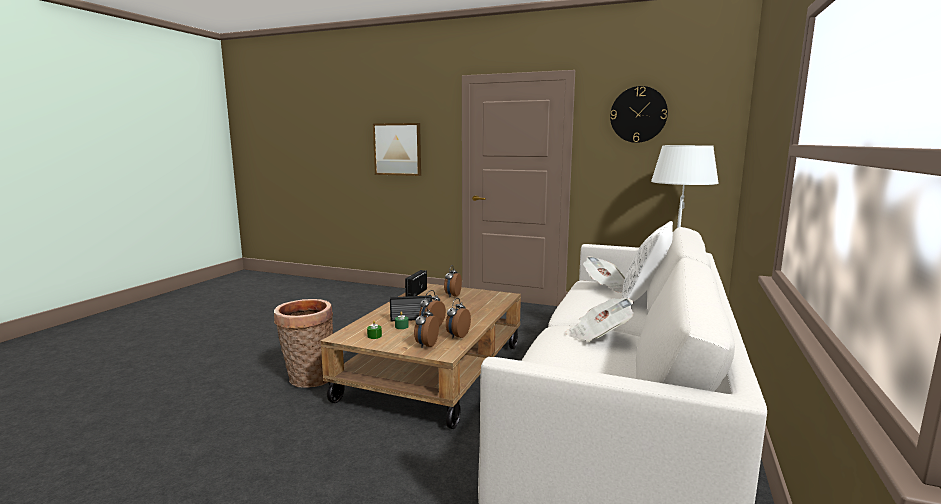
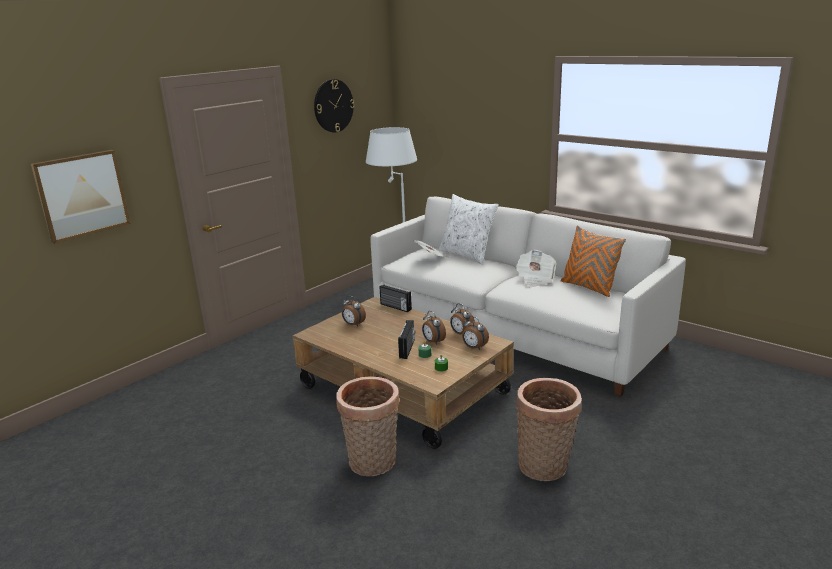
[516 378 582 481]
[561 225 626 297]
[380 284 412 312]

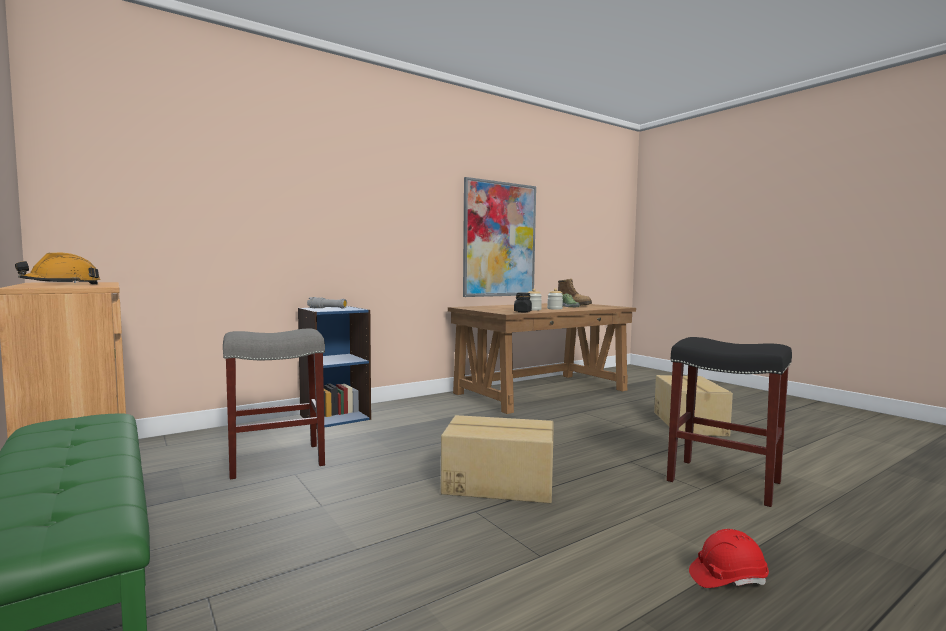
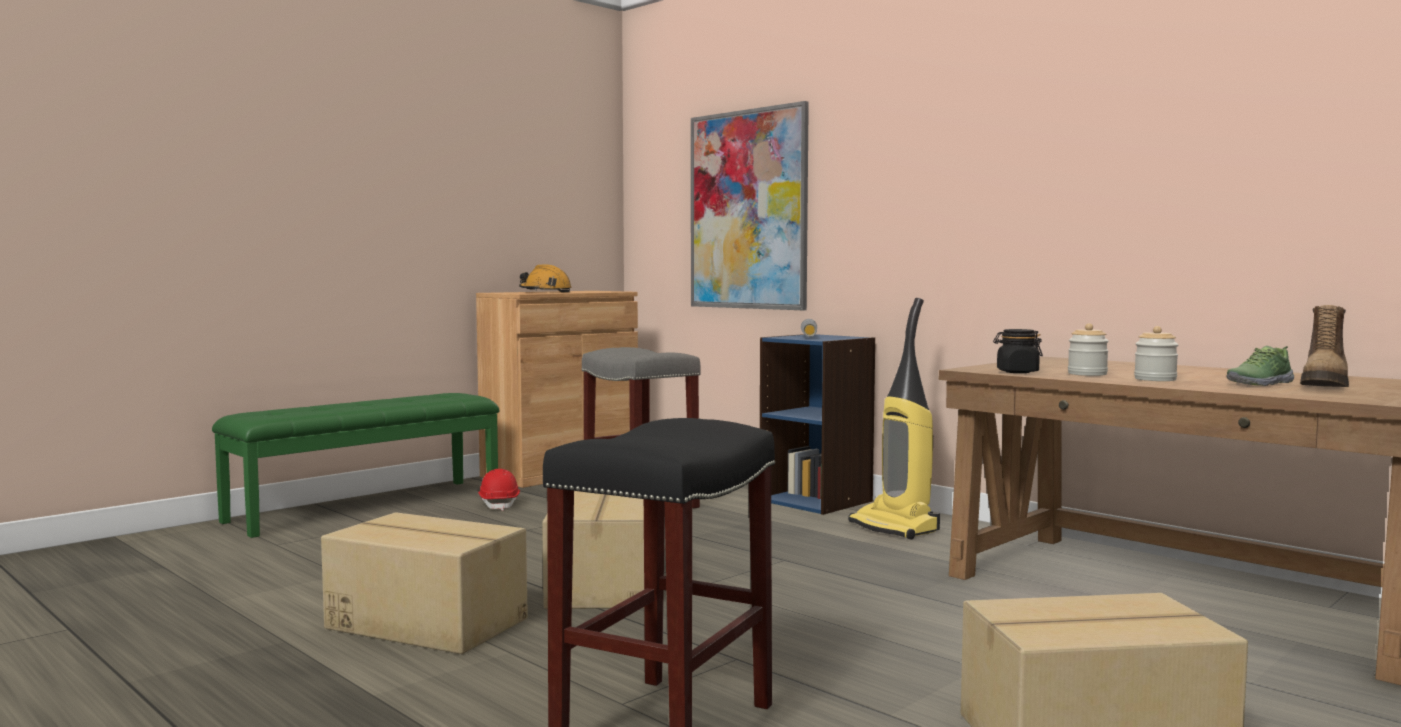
[321 512 528 654]
[848 298 940 540]
[691 101 809 310]
[478 469 520 511]

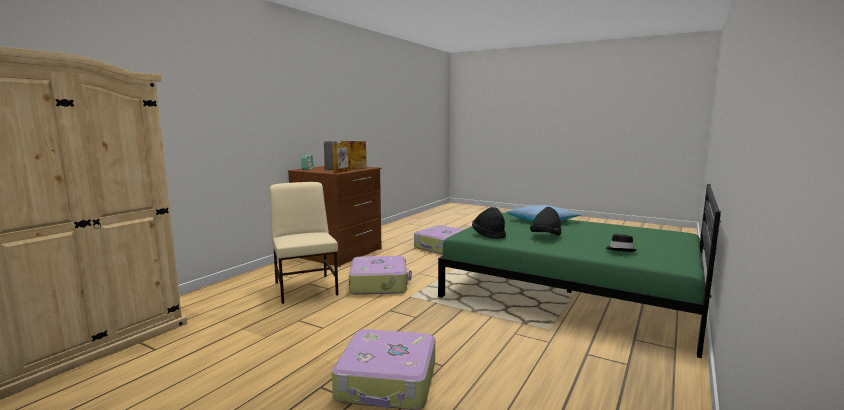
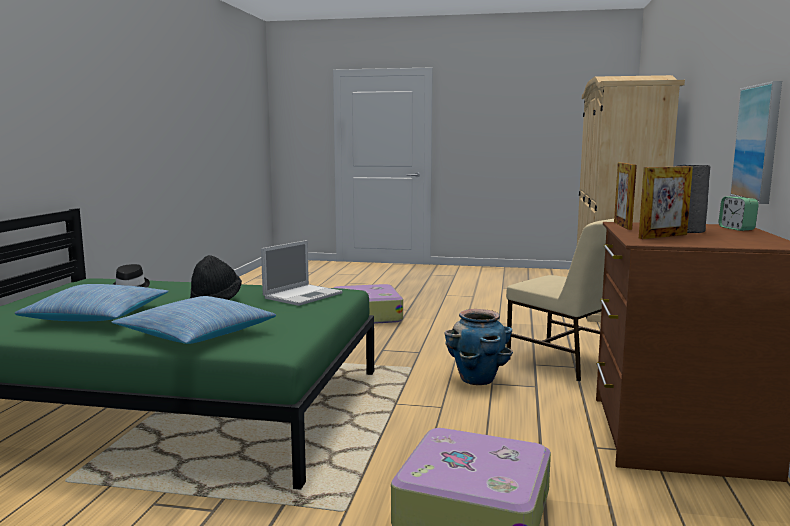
[15 284 169 321]
[730 81 782 204]
[445 309 513 385]
[261 240 343 306]

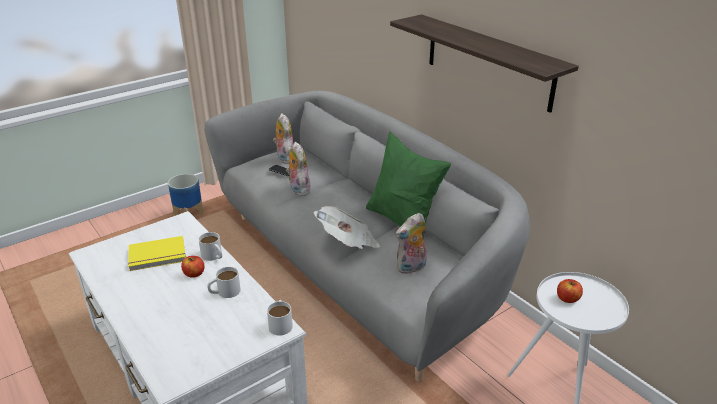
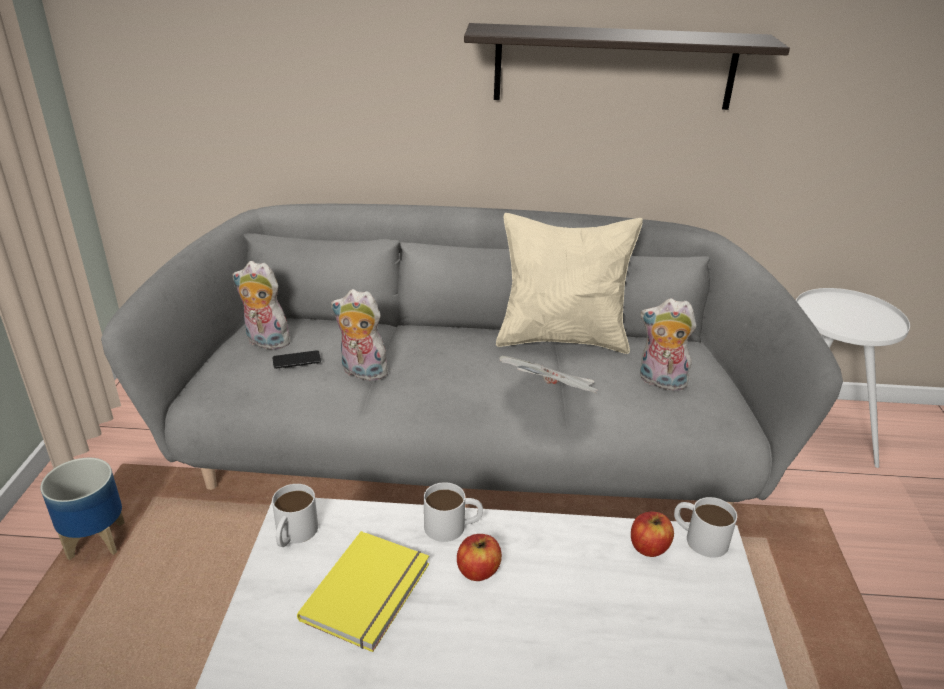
[272 484 318 547]
[631 511 674 557]
[496 213 643 354]
[640 298 696 391]

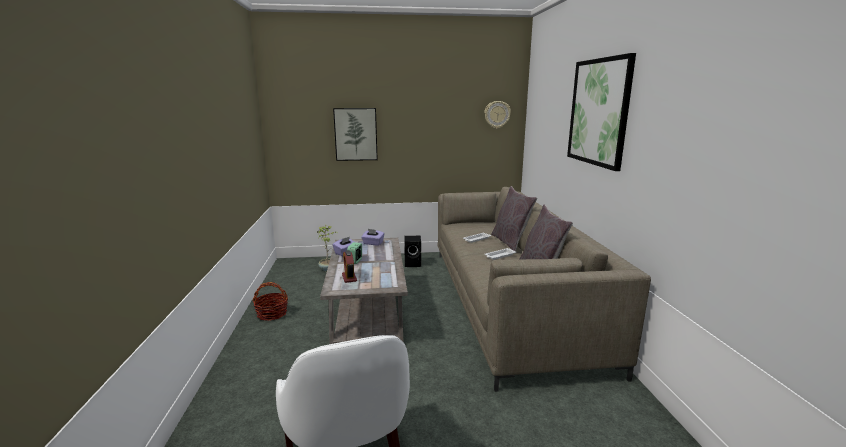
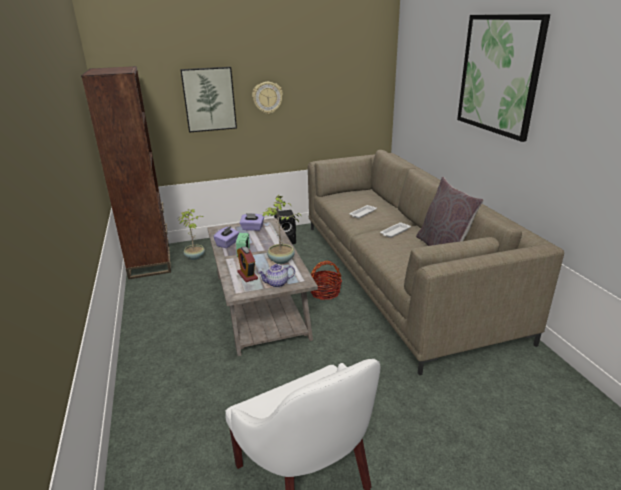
[491 186 537 251] (first image)
[81 66 171 279]
[258 264 295 288]
[263 195 301 264]
[311 261 342 300]
[252 82 283 114]

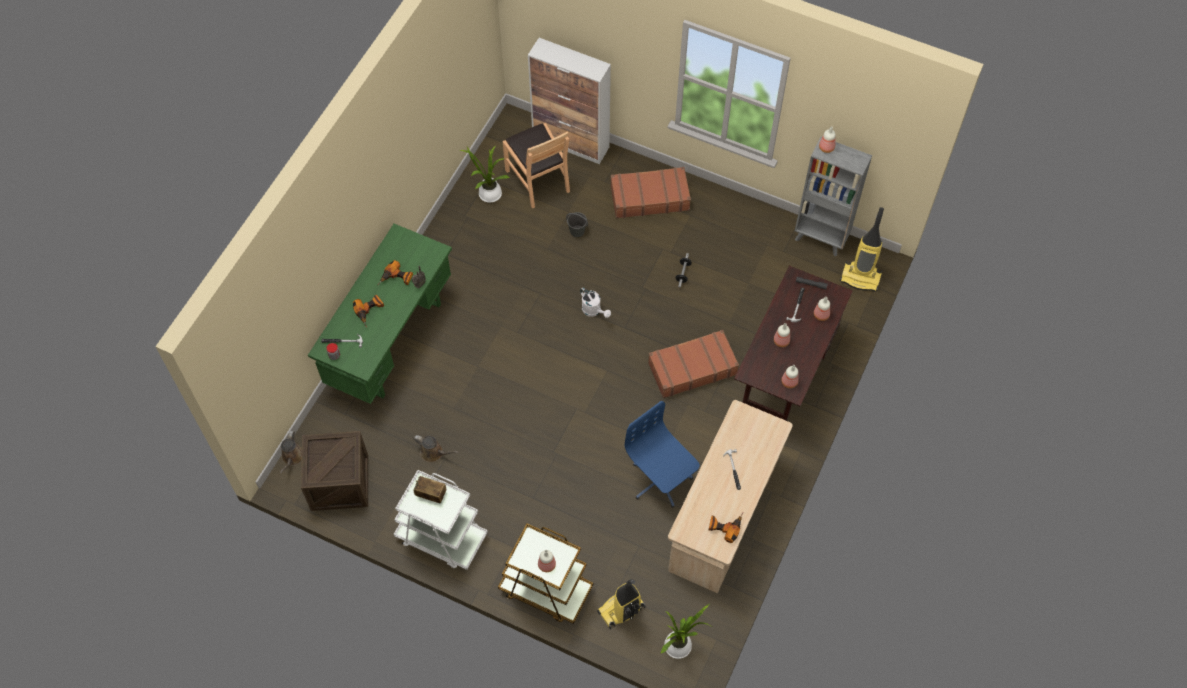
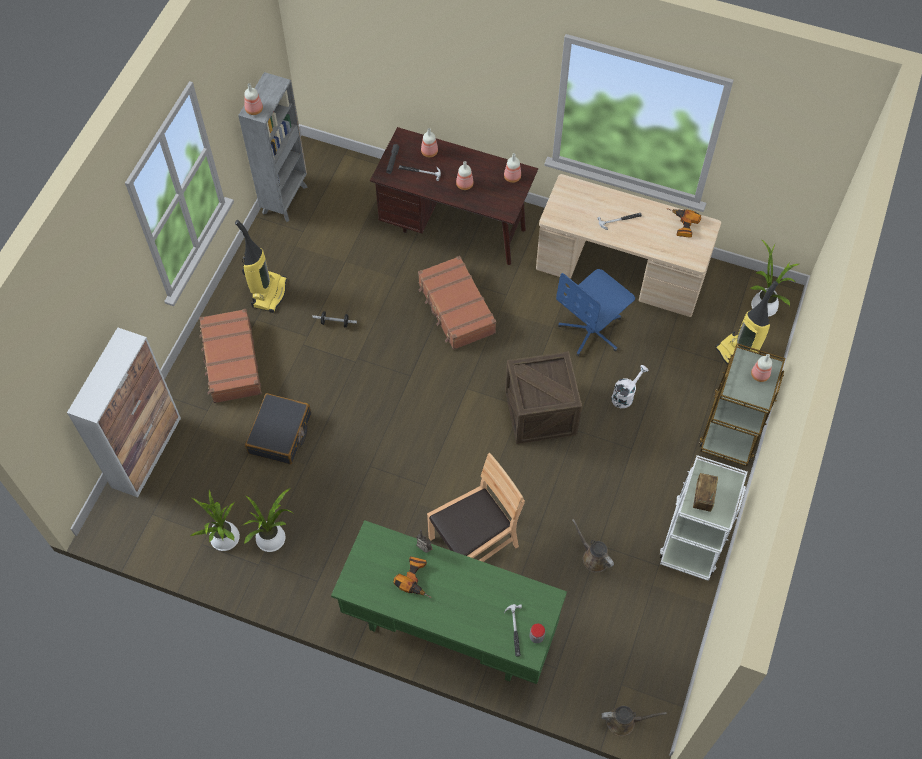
[353 294 384 327] (first image)
[242 488 295 552]
[505 351 582 444]
[427 453 525 562]
[611 365 648 408]
[235 220 287 313]
[245 393 311 464]
[572 519 614 572]

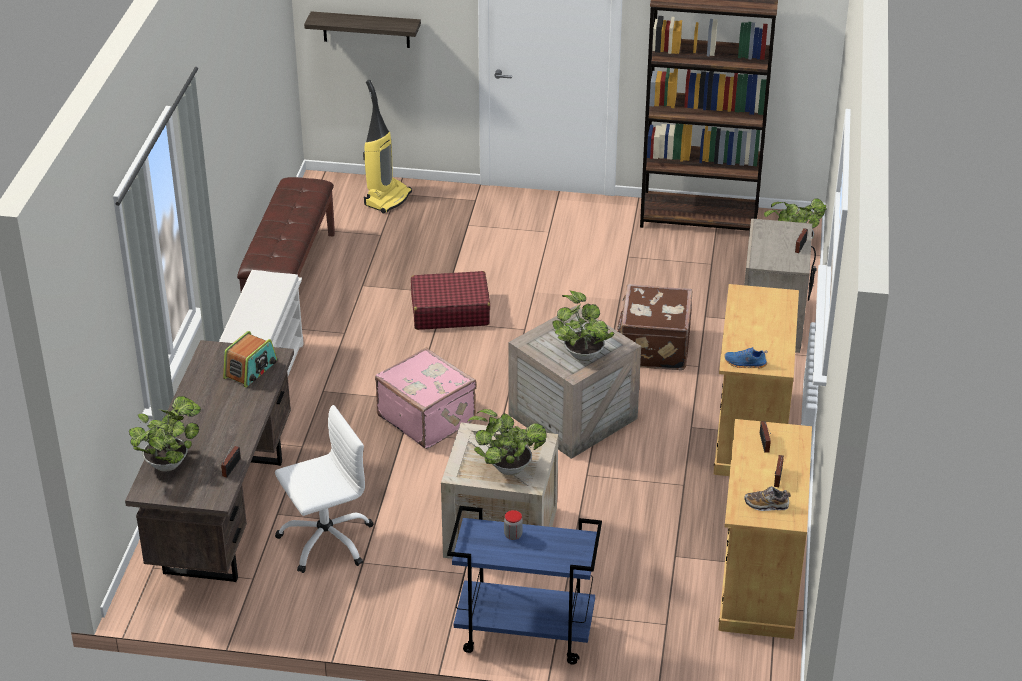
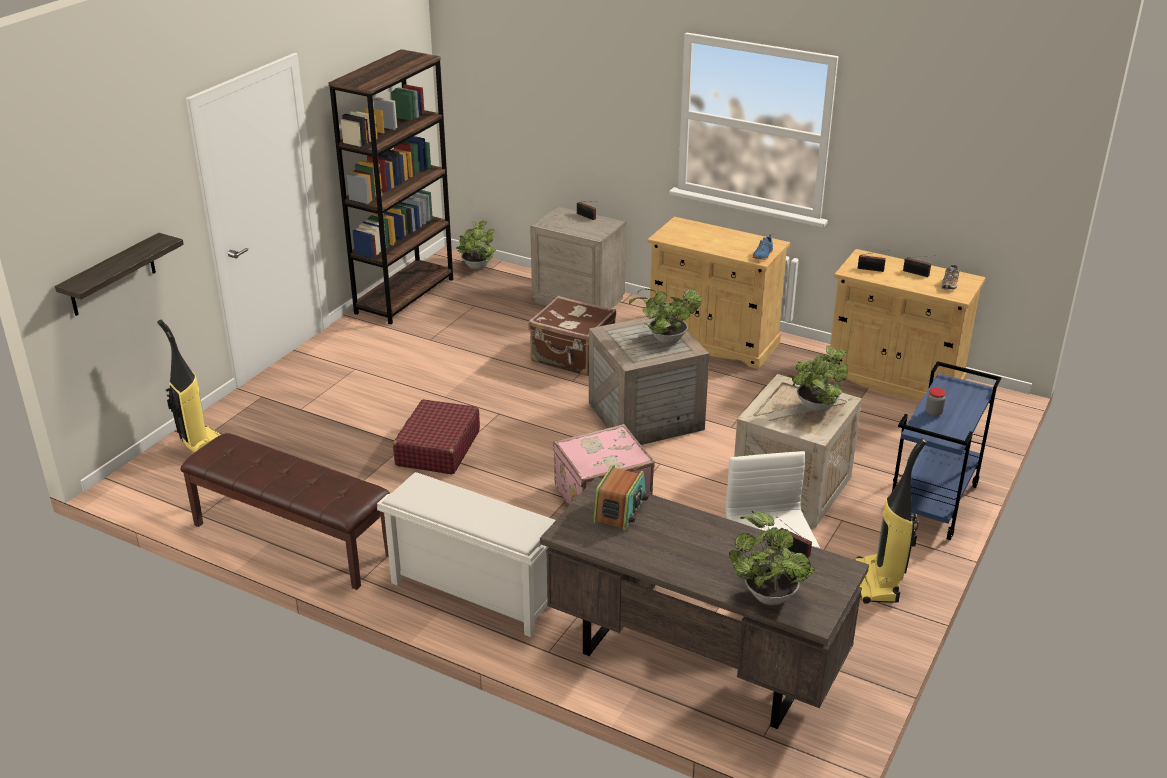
[855 438 927 604]
[593 464 649 531]

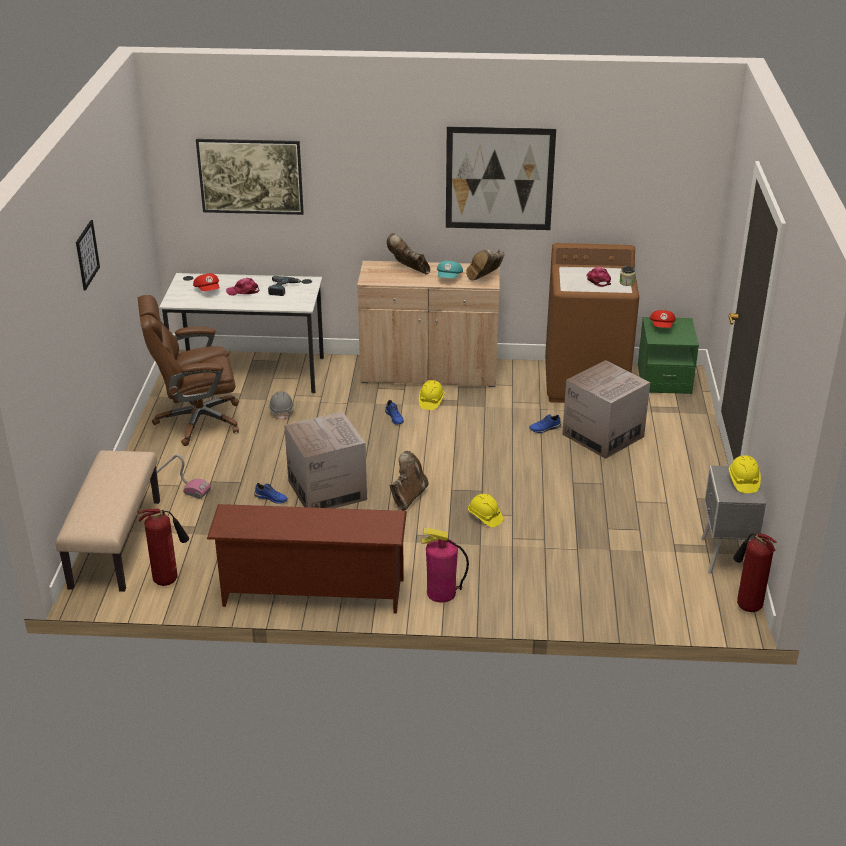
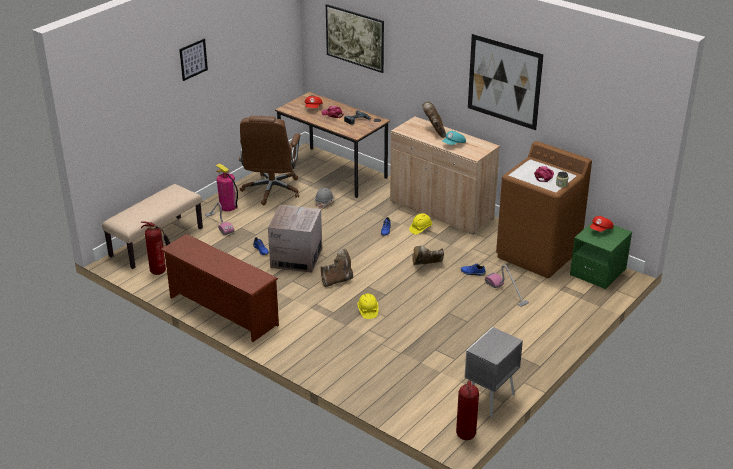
[729 455 761 493] (first image)
[215 164 238 211]
[412 246 444 265]
[485 265 529 307]
[275 92 390 198]
[239 116 301 205]

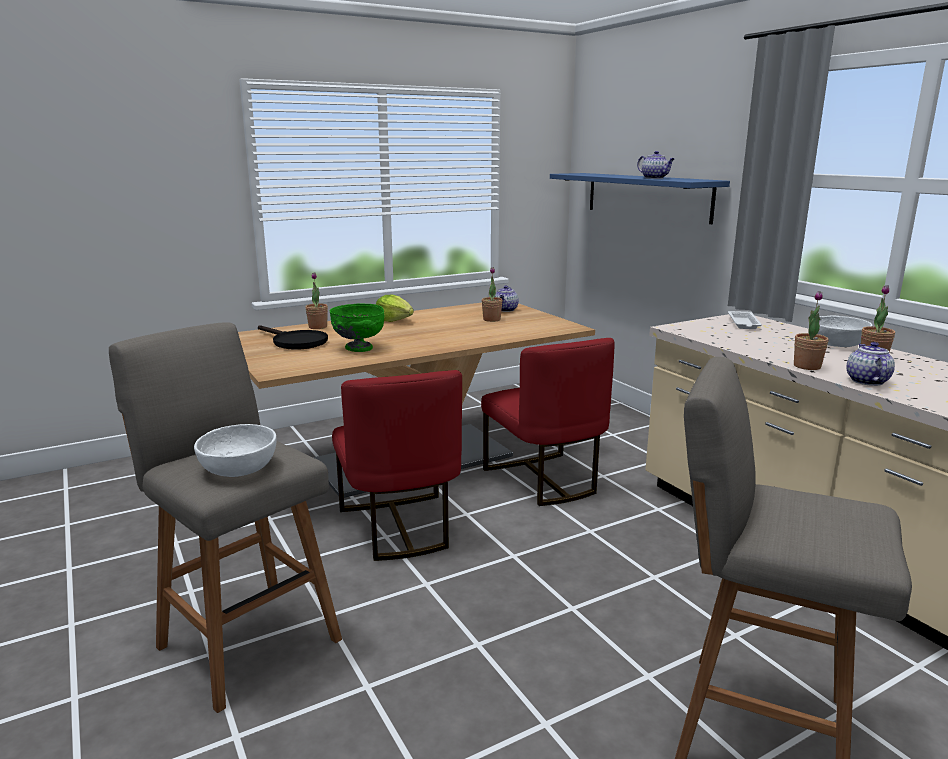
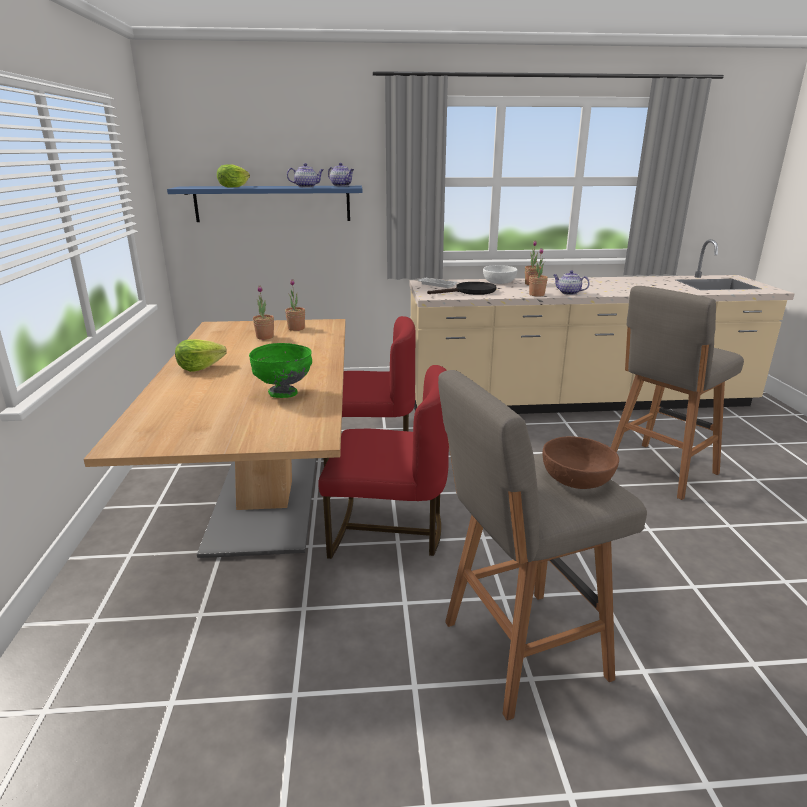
[217 164 250 188]
[427 282 496 295]
[285 279 305 331]
[328 163 354 186]
[542 436 619 489]

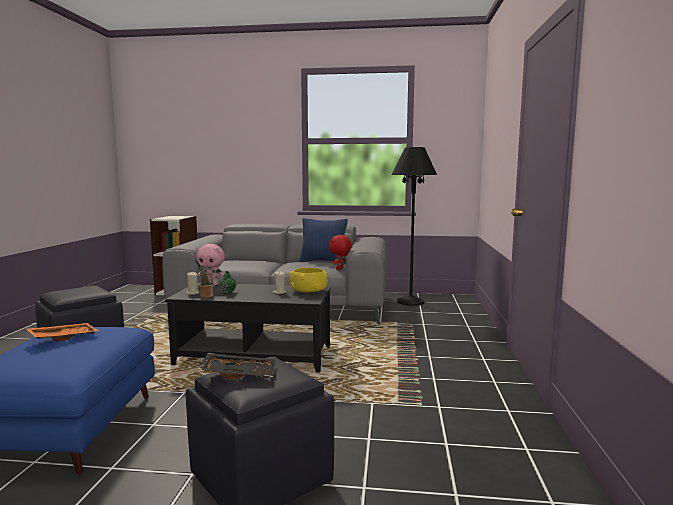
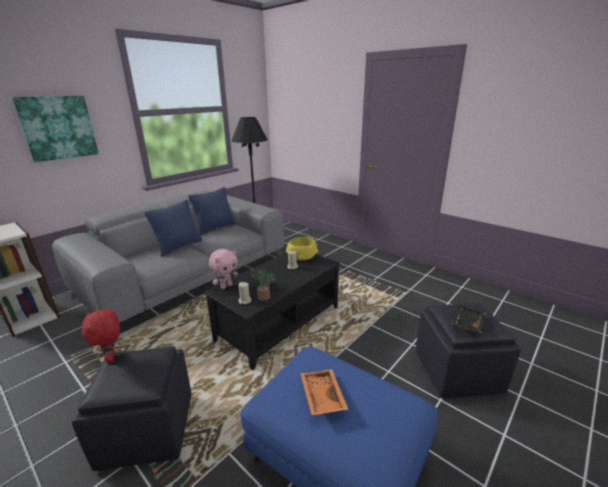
[12 96 99 162]
[145 200 202 257]
[82 310 121 364]

